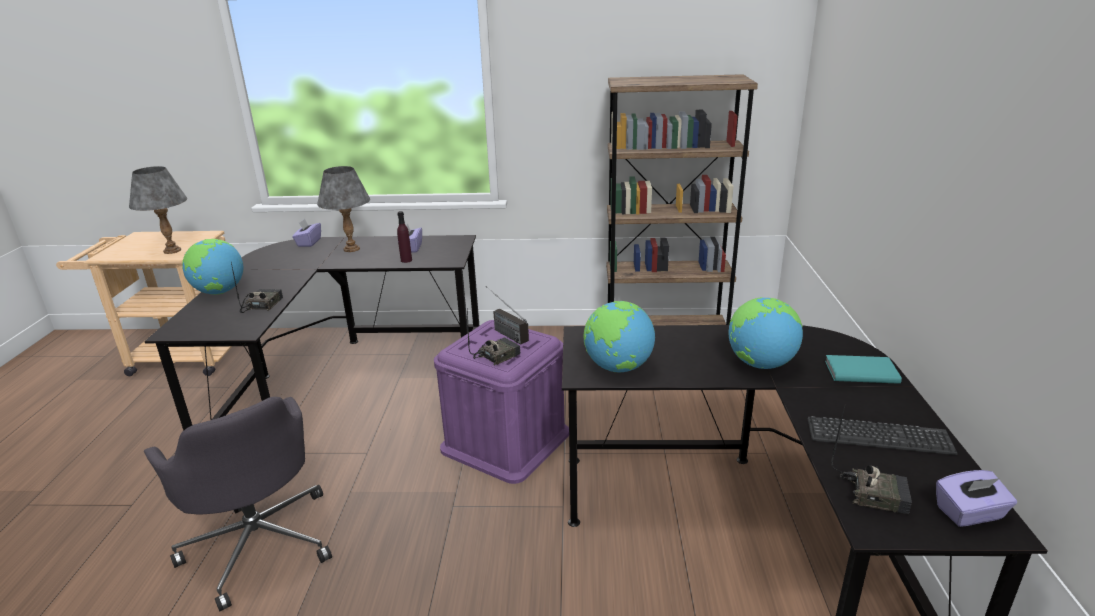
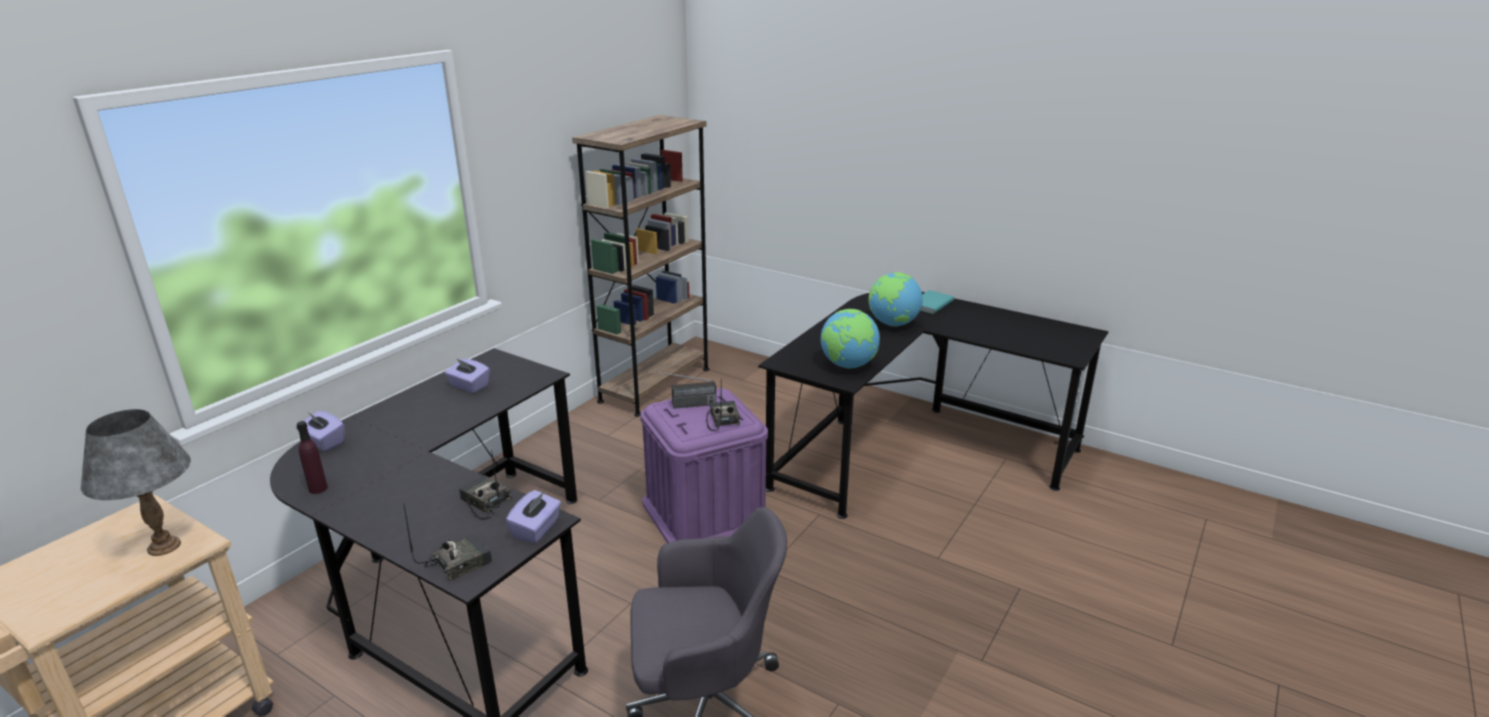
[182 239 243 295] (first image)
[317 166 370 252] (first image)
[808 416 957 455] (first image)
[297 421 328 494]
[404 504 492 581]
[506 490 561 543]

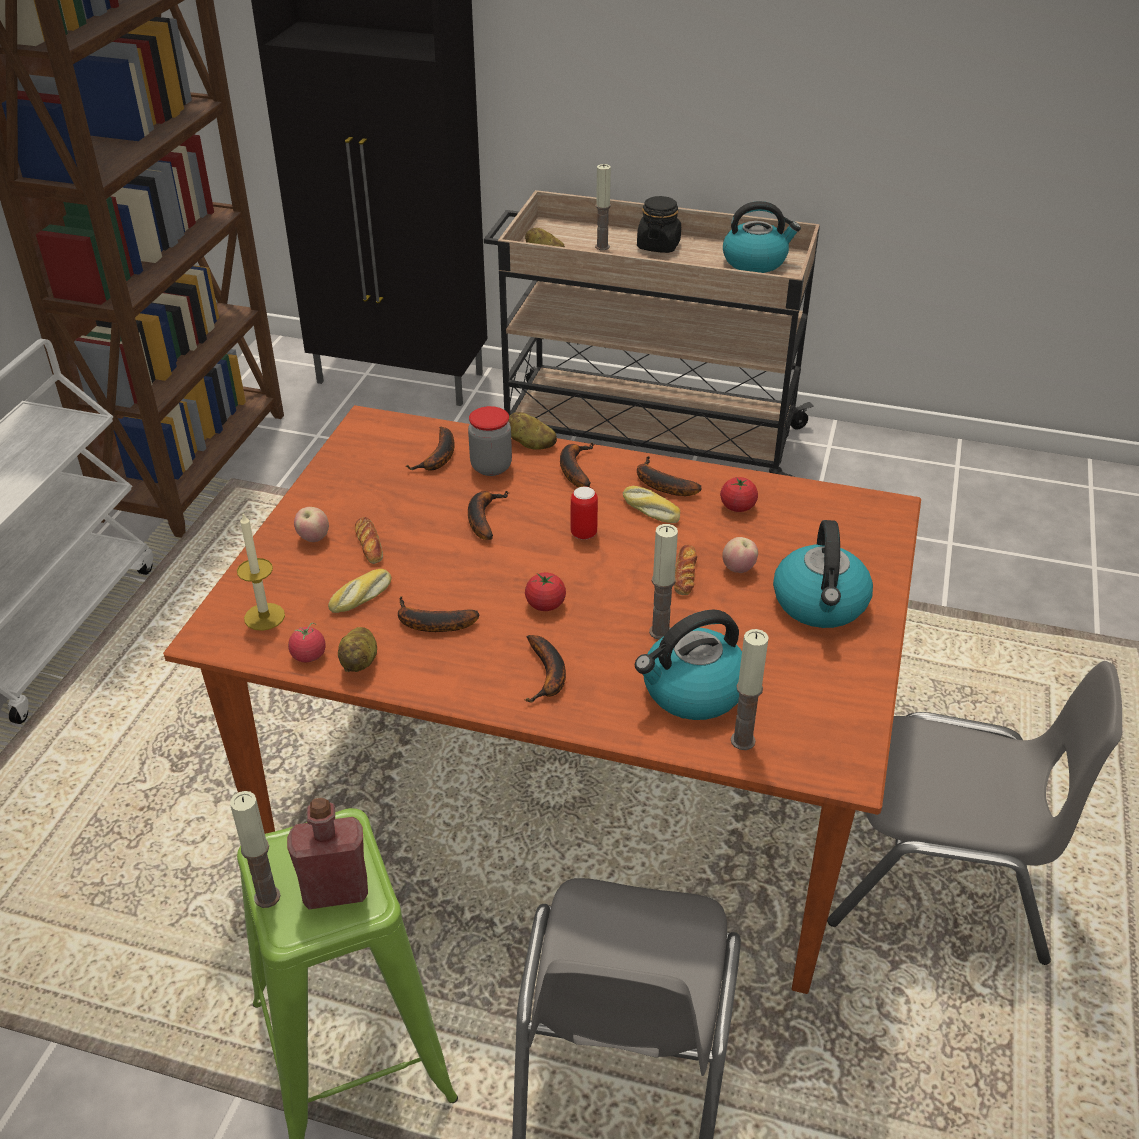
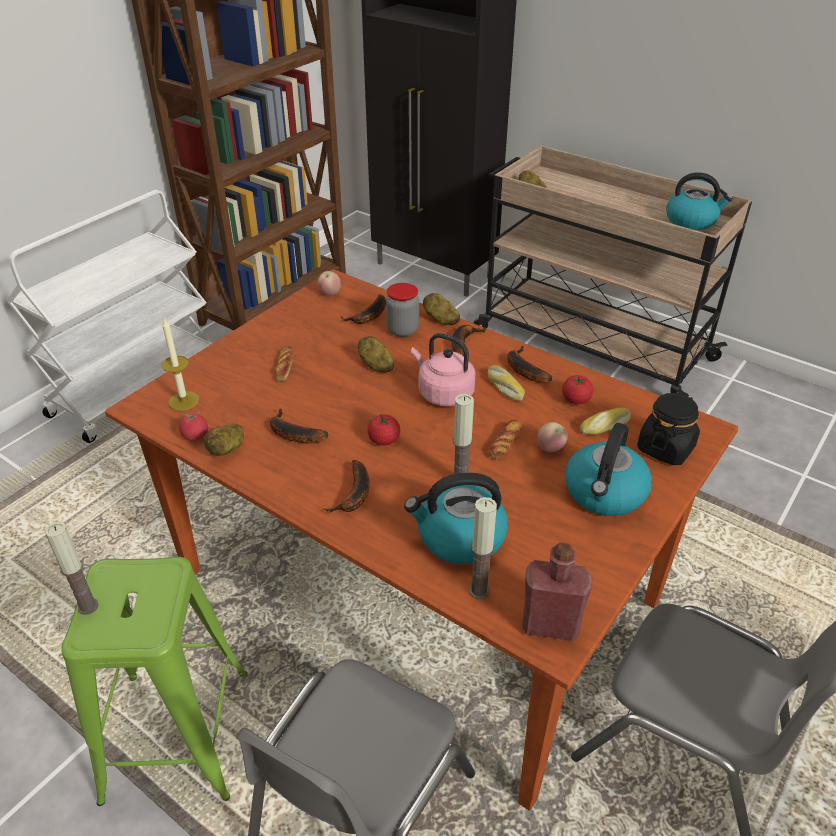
[595 164 611 250] (first image)
[522 542 592 641]
[318 271 341 296]
[580 408 631 435]
[637 393 700 465]
[358 336 394 373]
[411 333 476 407]

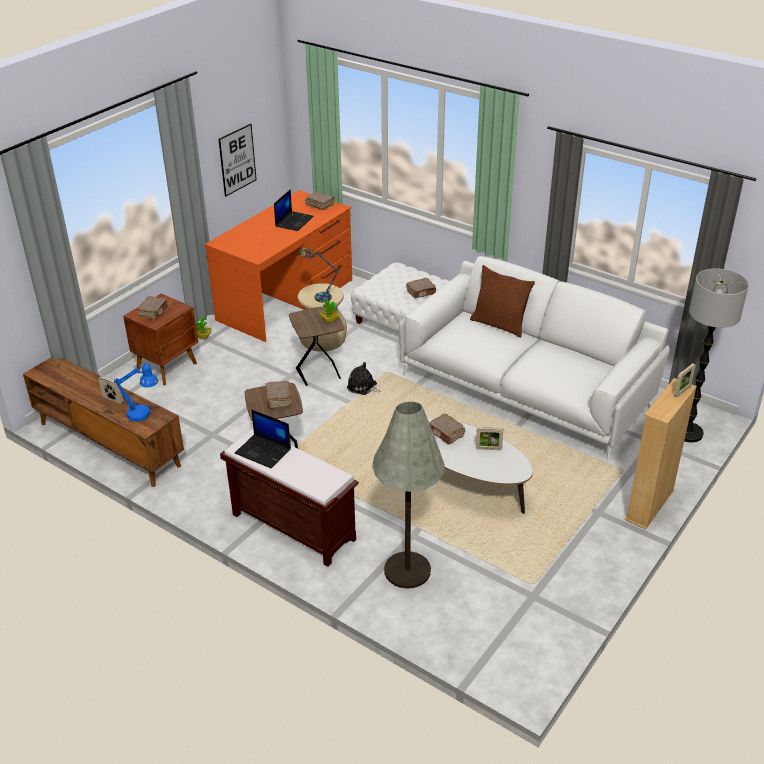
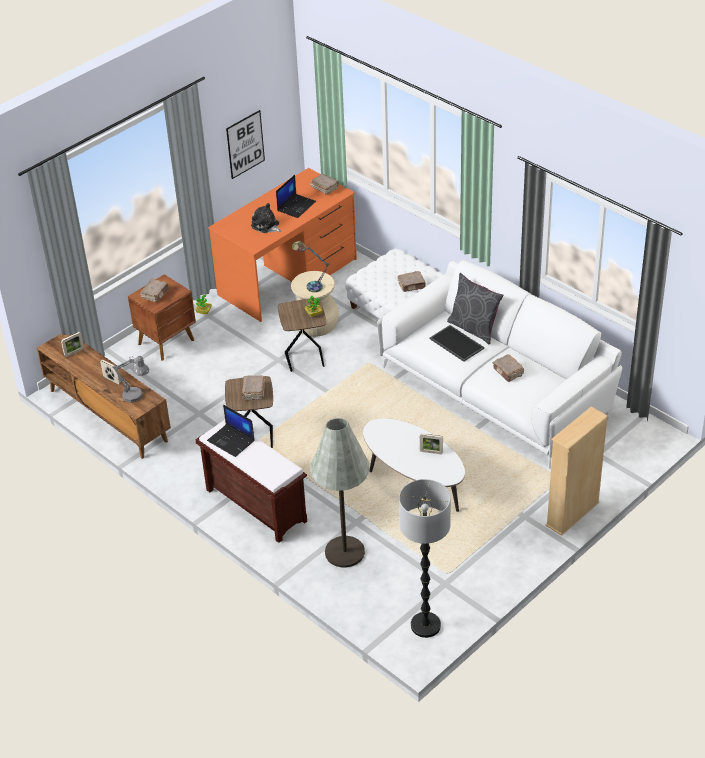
[430 325 484 362]
[251 203 282 233]
[492 354 524 382]
[61 332 84 357]
[399 479 451 638]
[112 356 149 403]
[447 273 503 345]

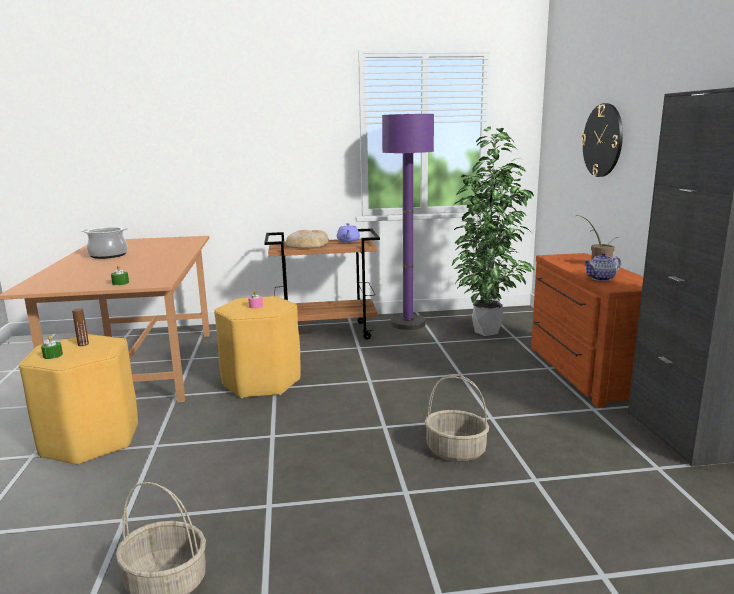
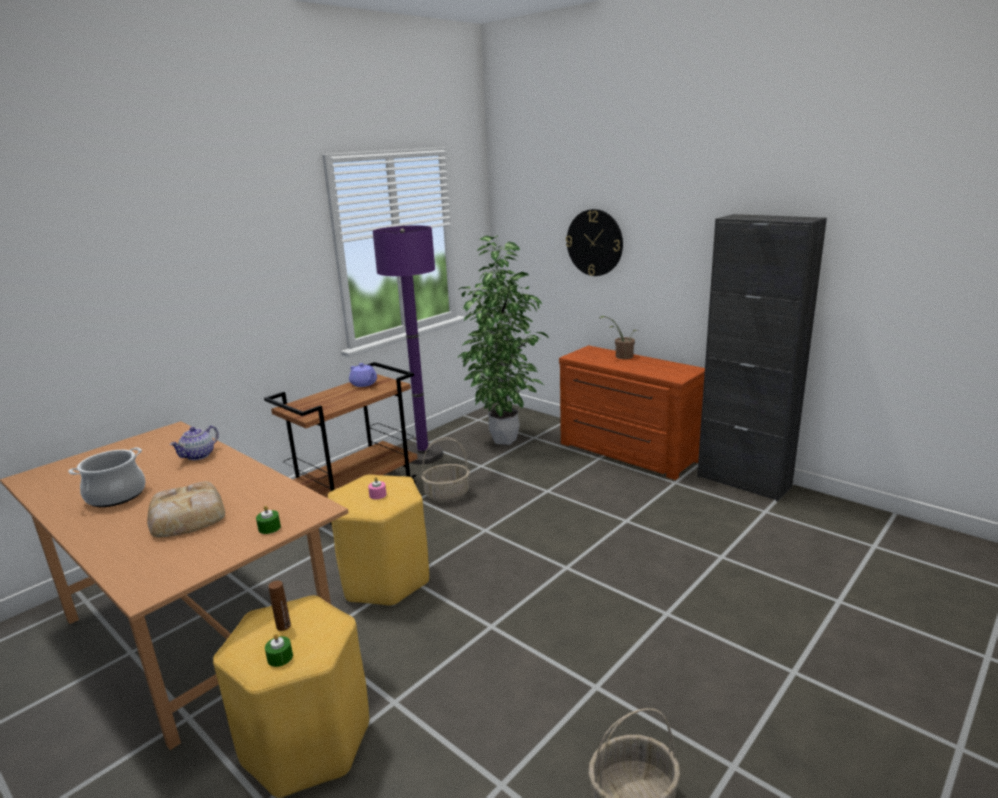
[147 481 225 537]
[421 437 470 502]
[170 425 219 460]

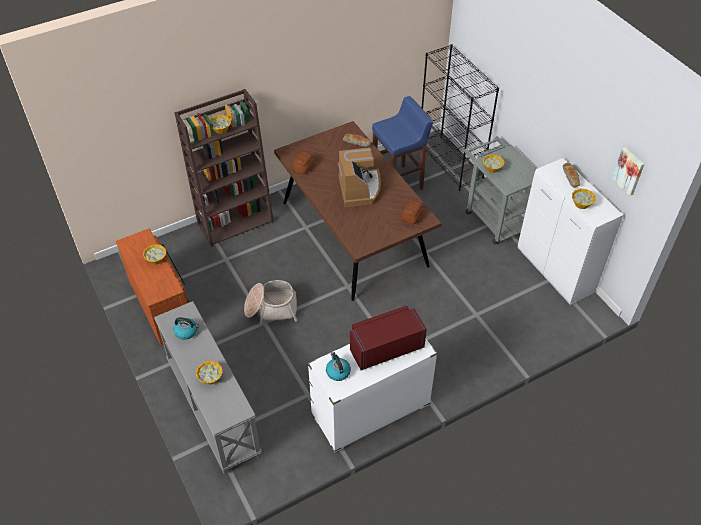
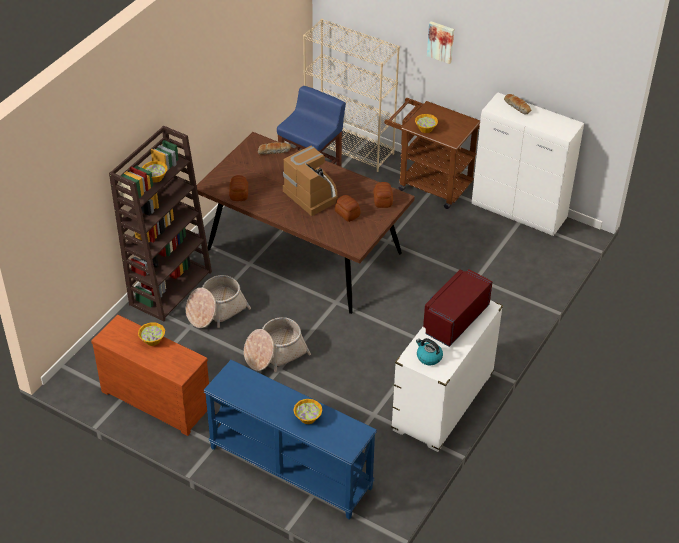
[174 317 199 340] (first image)
[572 189 596 209] (first image)
[186 275 251 328]
[335 195 361 222]
[427 21 454 64]
[204 360 377 520]
[303 19 400 172]
[384 98 480 209]

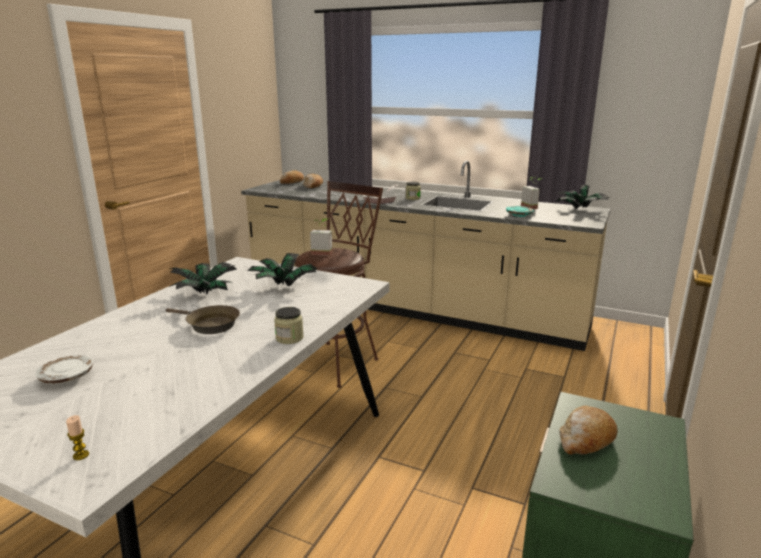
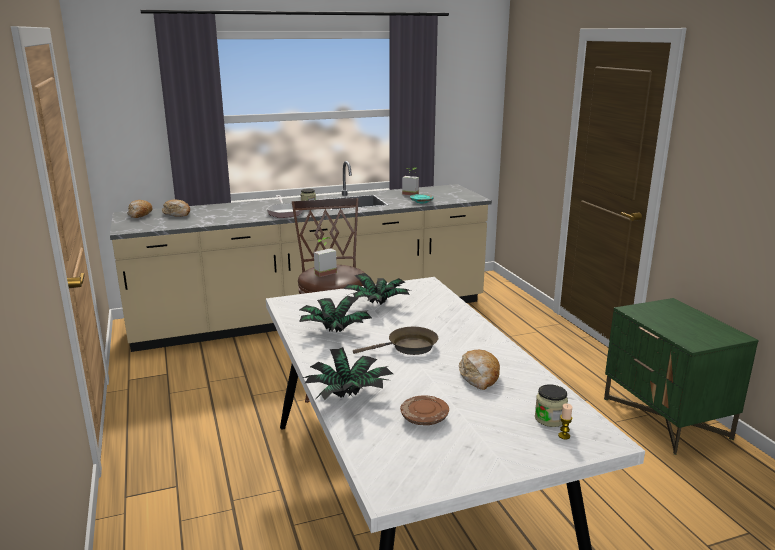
[535 384 568 427]
[303 347 393 402]
[459 350 500 390]
[400 396 449 425]

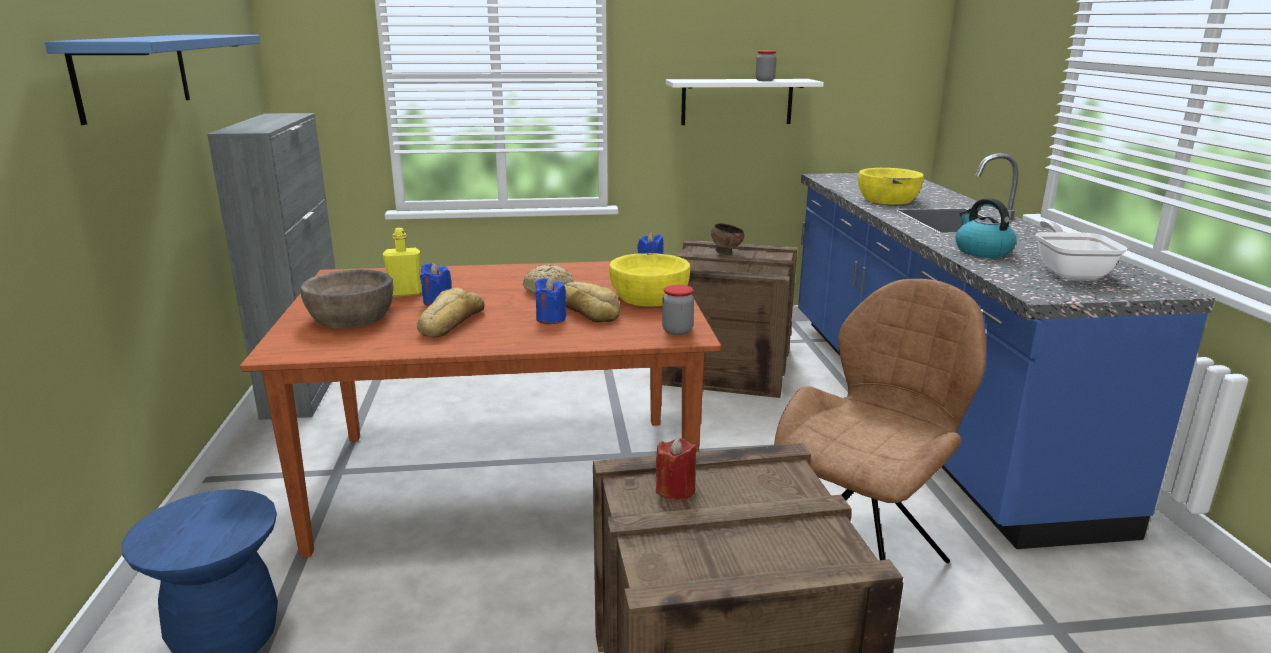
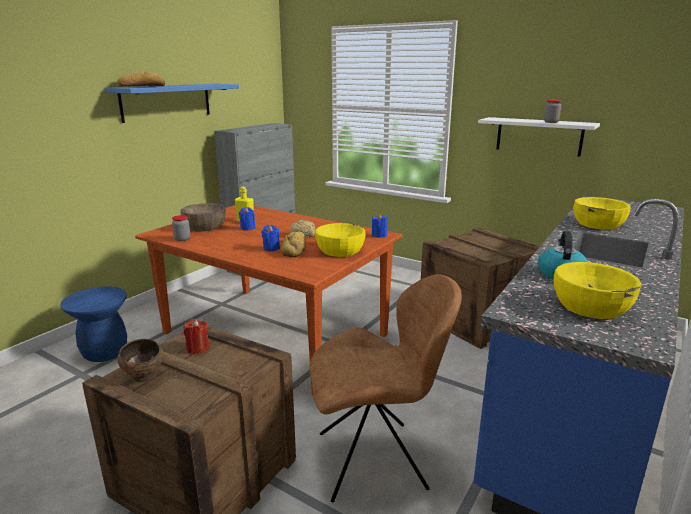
[117 72 165 87]
[172 215 190 241]
[117 339 163 383]
[553 262 641 319]

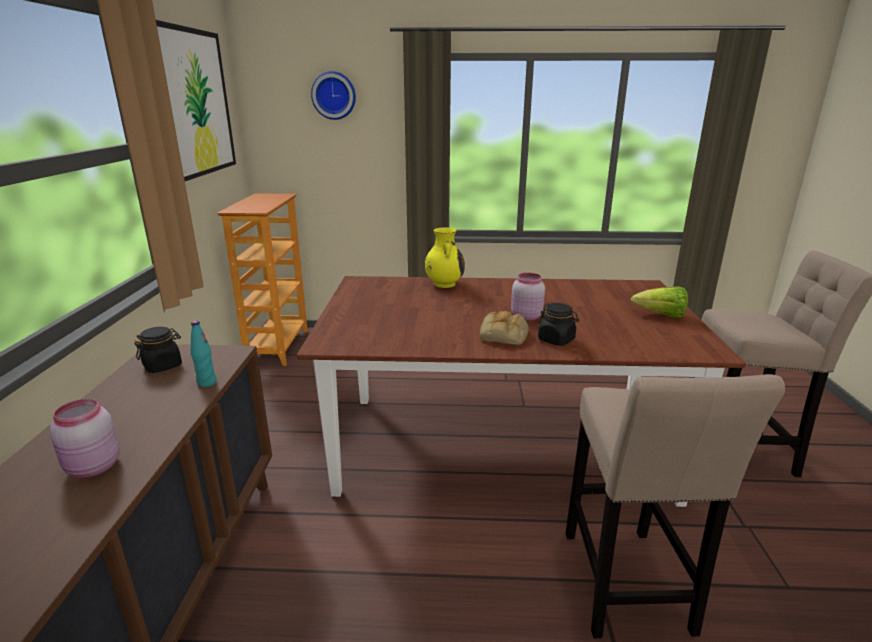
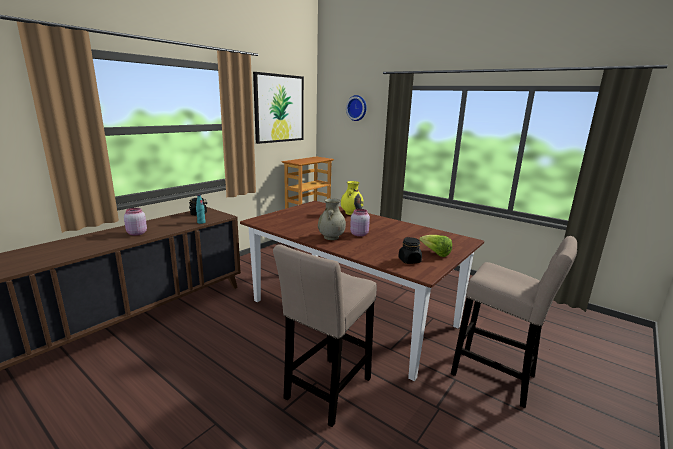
[398 237 422 264]
[318 198 346 240]

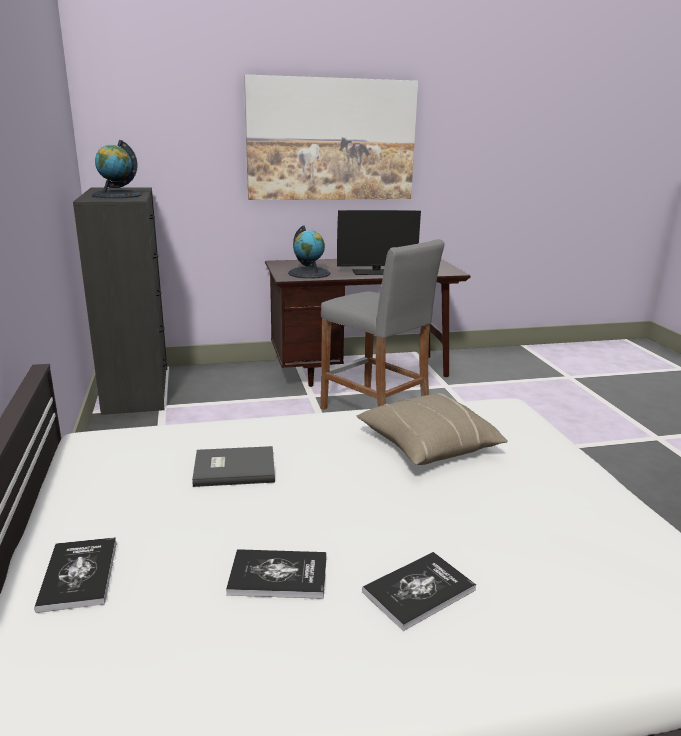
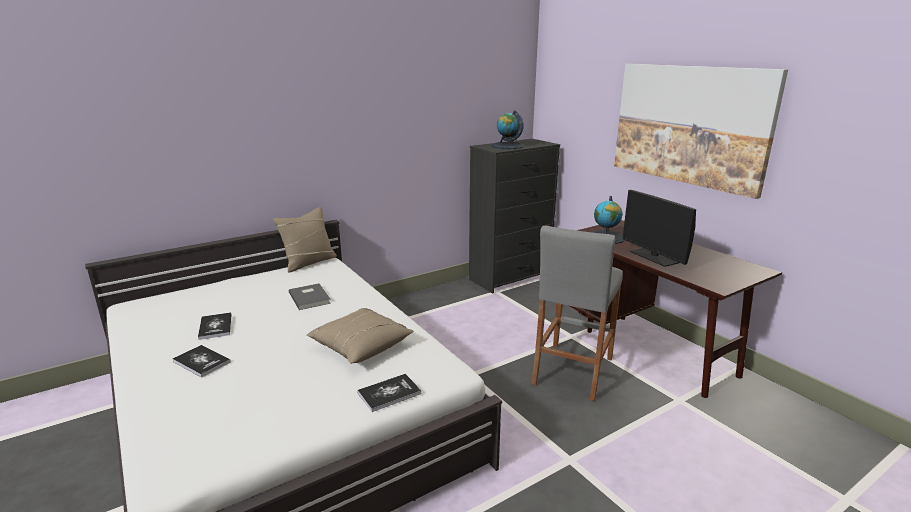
[273 207 337 273]
[357 374 421 412]

